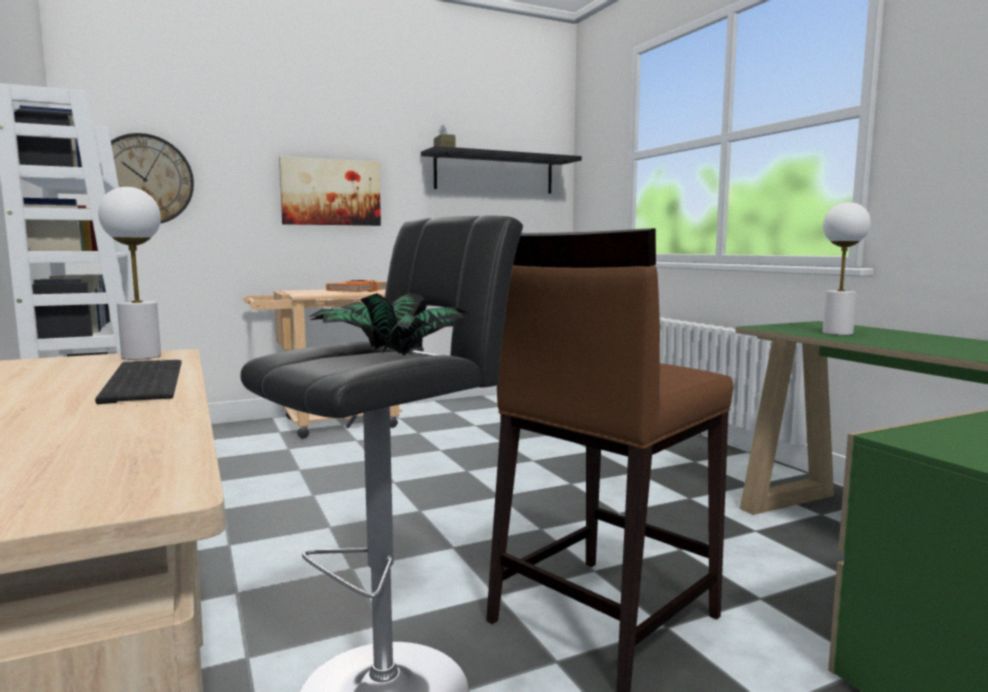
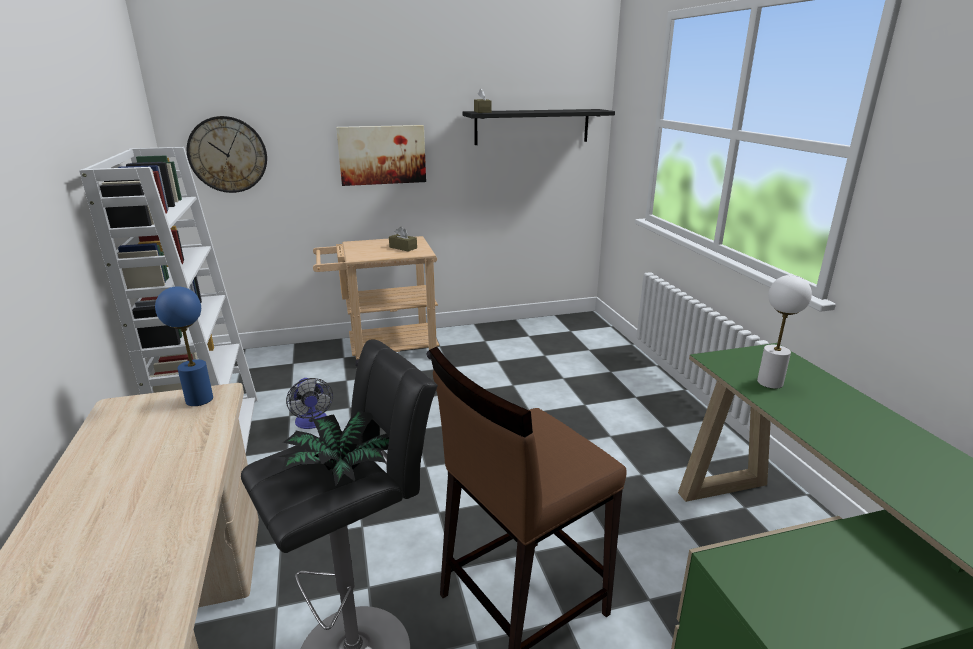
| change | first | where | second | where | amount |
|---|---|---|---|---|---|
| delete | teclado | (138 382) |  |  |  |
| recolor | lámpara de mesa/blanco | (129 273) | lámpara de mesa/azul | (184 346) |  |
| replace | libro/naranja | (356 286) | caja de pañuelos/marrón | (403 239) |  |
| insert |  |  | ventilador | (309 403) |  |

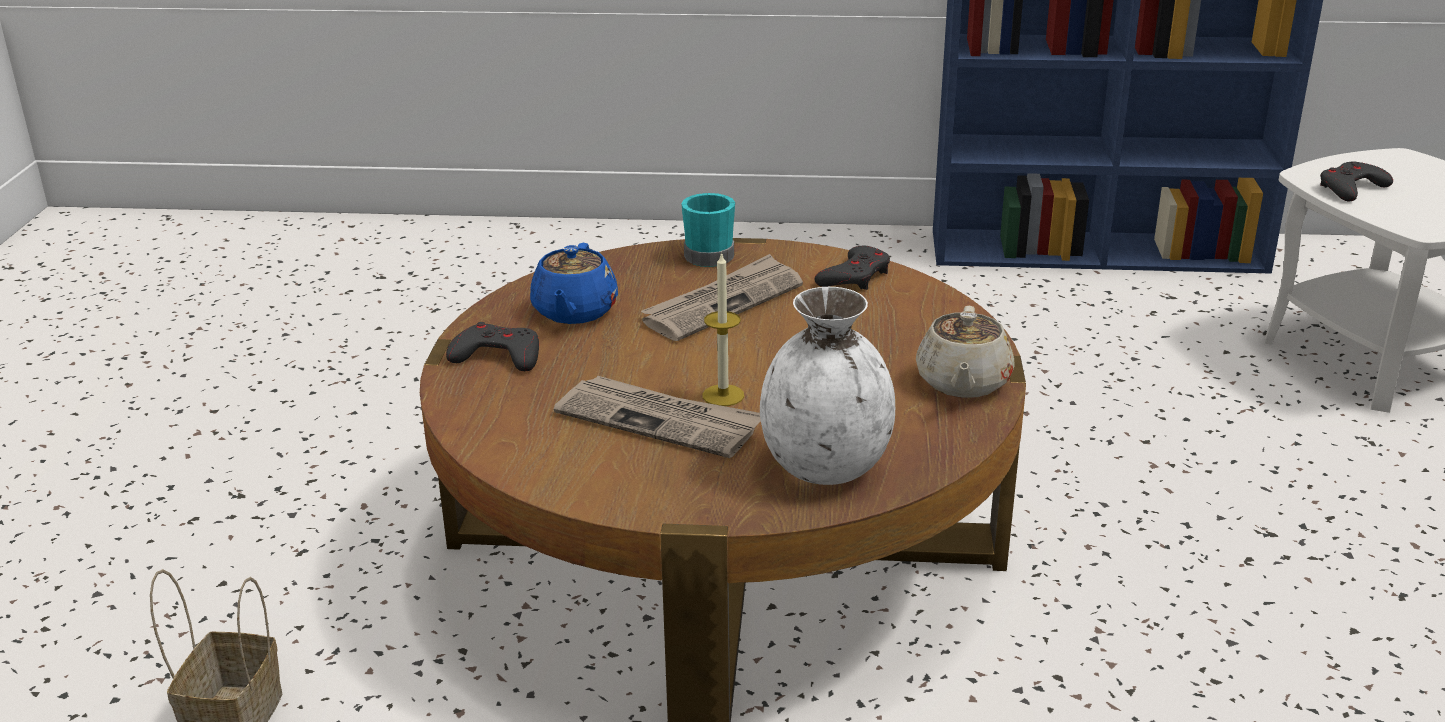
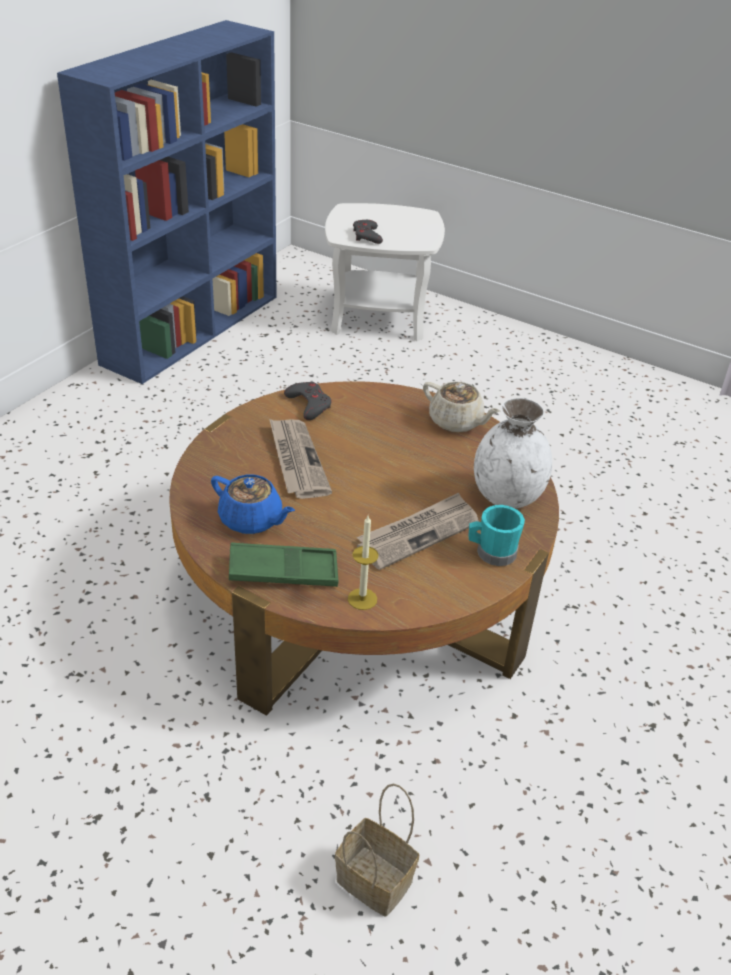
| change | first | where | second | where | amount |
|---|---|---|---|---|---|
| replace | mando de consola/gris | (492 346) | bandeja/verde | (284 564) |  |
| move | taza grande/turquesa | (708 230) |  | (497 535) |  |
| move | vela | (723 329) |  | (363 563) |  |

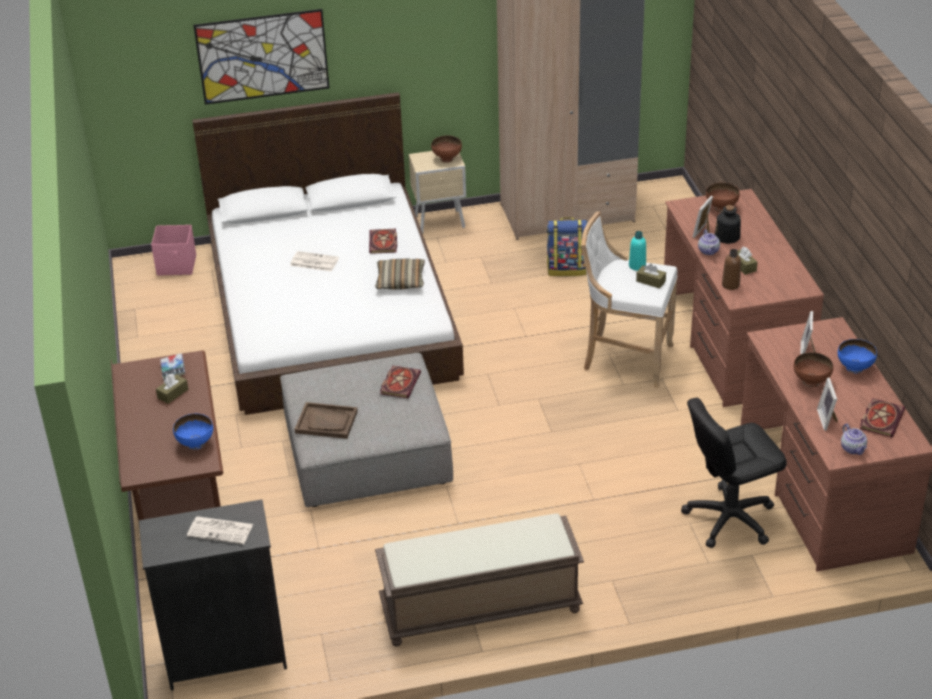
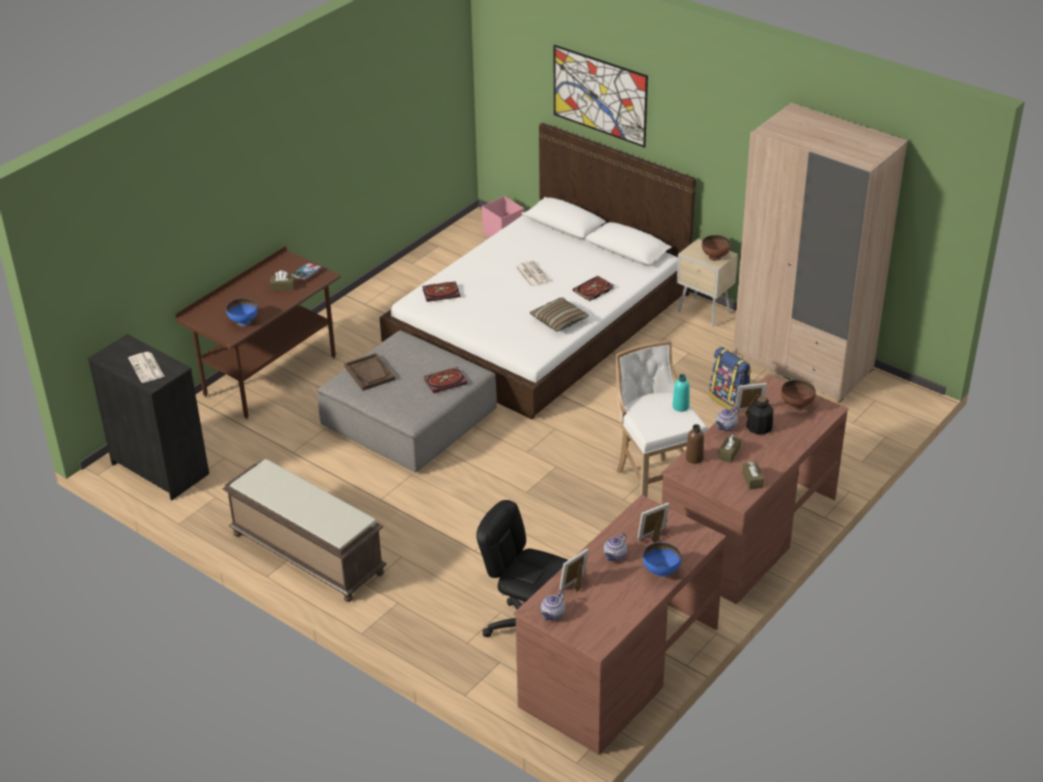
| change | first | where | second | where | amount |
|---|---|---|---|---|---|
| move | caja de pañuelos/marrón | (651 276) |  | (753 476) |  |
| replace | cuenco/marrón | (813 370) | tetera | (615 547) |  |
| move | libro | (882 418) |  | (441 291) |  |

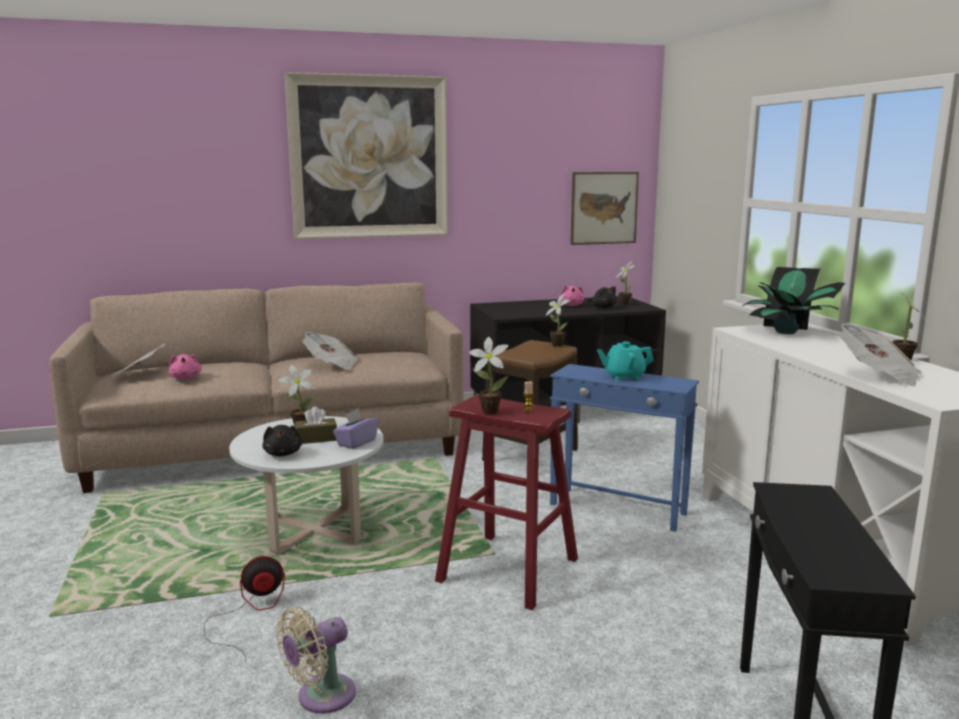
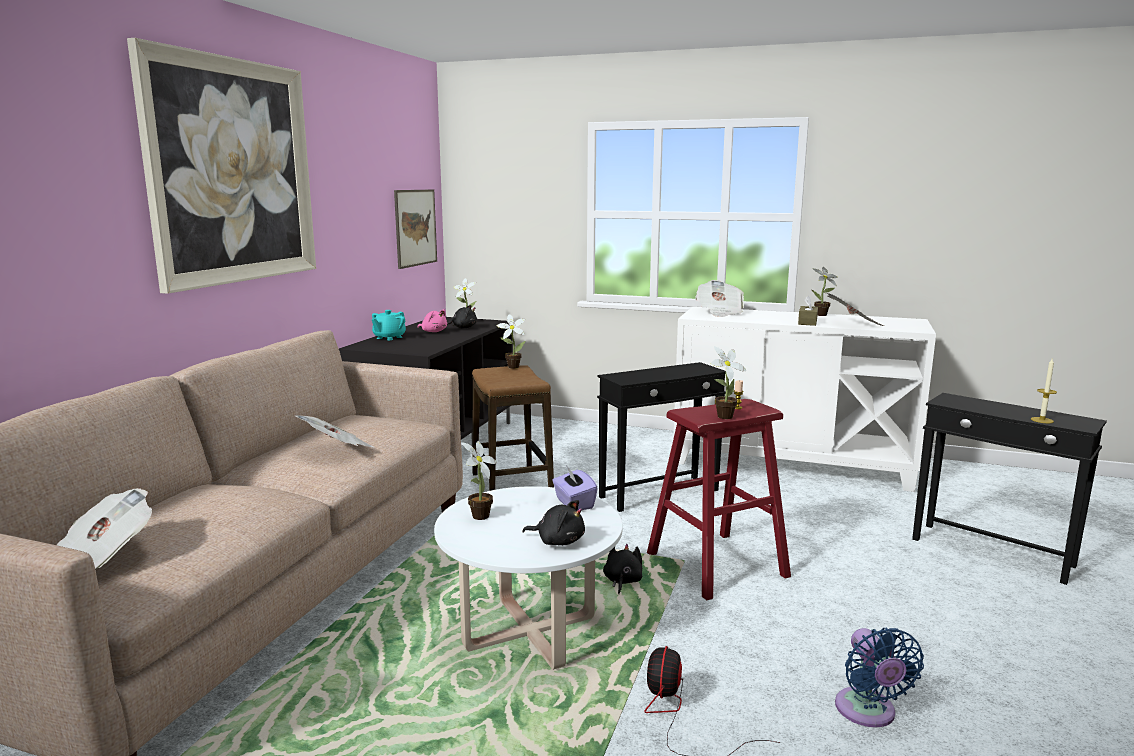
| change | first | where | second | where | amount |
|---|---|---|---|---|---|
| delete | peluche/rosa | (185 367) |  |  |  |
| recolor | ventilador/beis | (316 660) | ventilador/azul | (879 678) |  |
| move | caja de pañuelos/marrón | (316 425) |  | (808 310) |  |
| recolor | mesa auxiliar/azul | (624 448) | mesa auxiliar/negro | (661 437) |  |
| move | tetera/turquesa | (625 361) |  | (389 325) |  |
| replace | planta en maceta | (794 300) | periódico | (719 298) |  |
| insert |  |  | peluche/negro | (622 569) |  |
| insert |  |  | vela | (1044 391) |  |

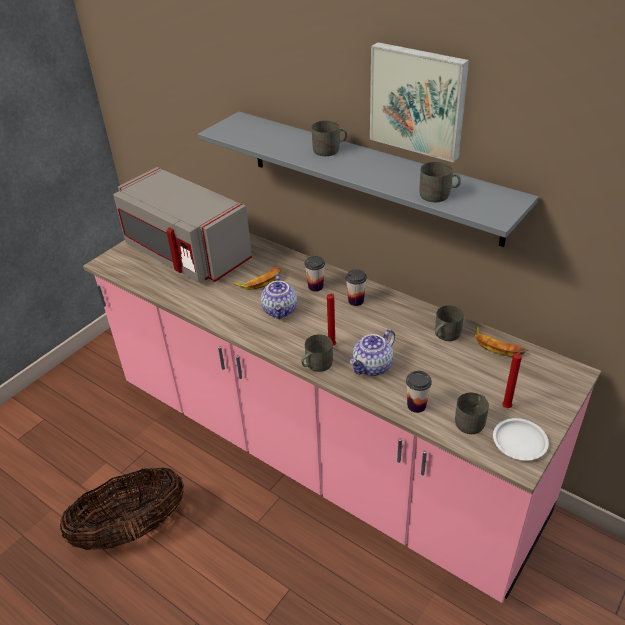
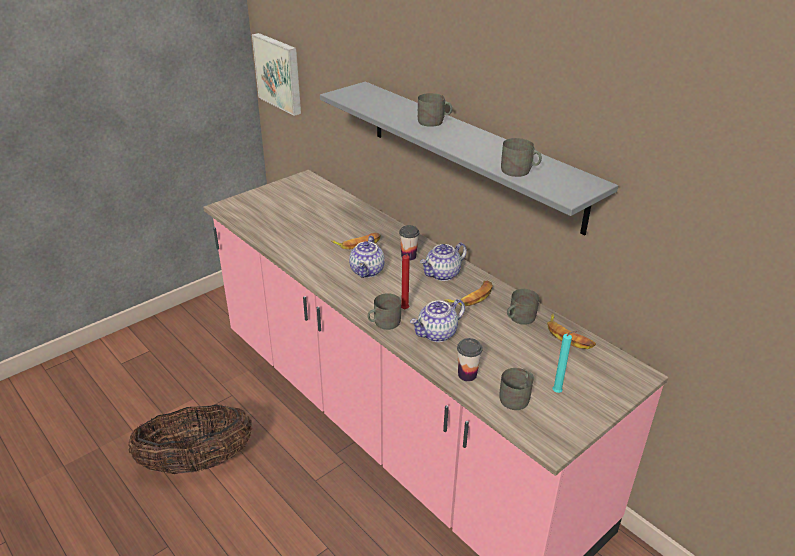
| change | first | where | second | where | amount |
|---|---|---|---|---|---|
| delete | microondas/gris | (182 224) |  |  |  |
| replace | taza | (356 287) | tetera | (443 261) |  |
| move | cuadro | (419 102) |  | (276 74) |  |
| delete | plato/blanco | (521 439) |  |  |  |
| recolor | vela/rojo | (515 379) | vela/turquesa | (565 362) |  |
| insert |  |  | plátano | (468 293) |  |

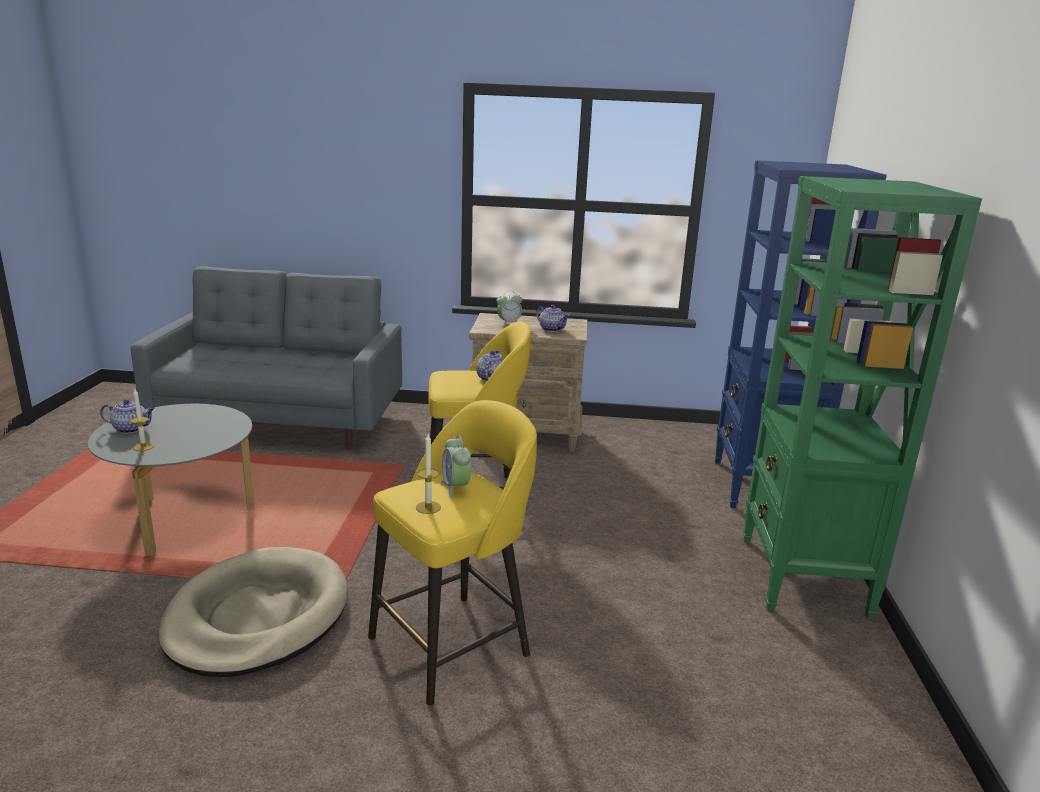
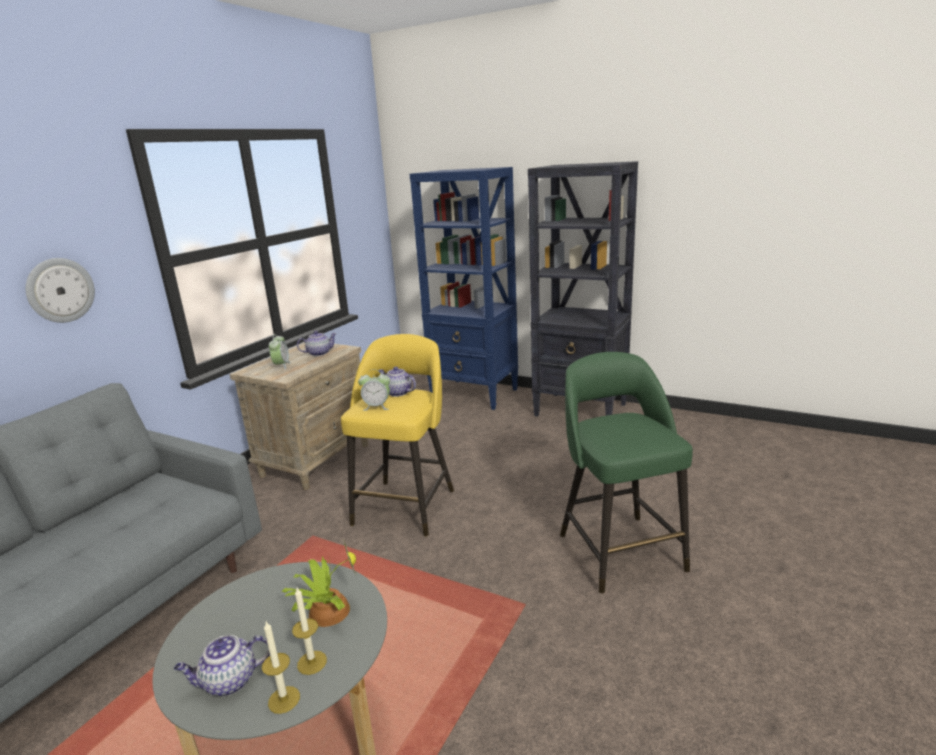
| change | first | where | second | where | amount |
|---|---|---|---|---|---|
| rotate | tetera | (127 416) |  | (222 665) | 135 degrees counterclockwise |
| delete | cama para perro/beis | (253 612) |  |  |  |
| recolor | taburete/amarillo | (452 553) | taburete/verde | (626 473) |  |
| move | vela | (428 474) |  | (281 668) |  |
| move | despertador | (456 466) |  | (374 390) |  |
| recolor | estantería/verde | (862 398) | estantería/negro | (583 289) |  |
| insert |  |  | reloj de pared | (60 290) |  |
| insert |  |  | planta en maceta | (319 584) |  |

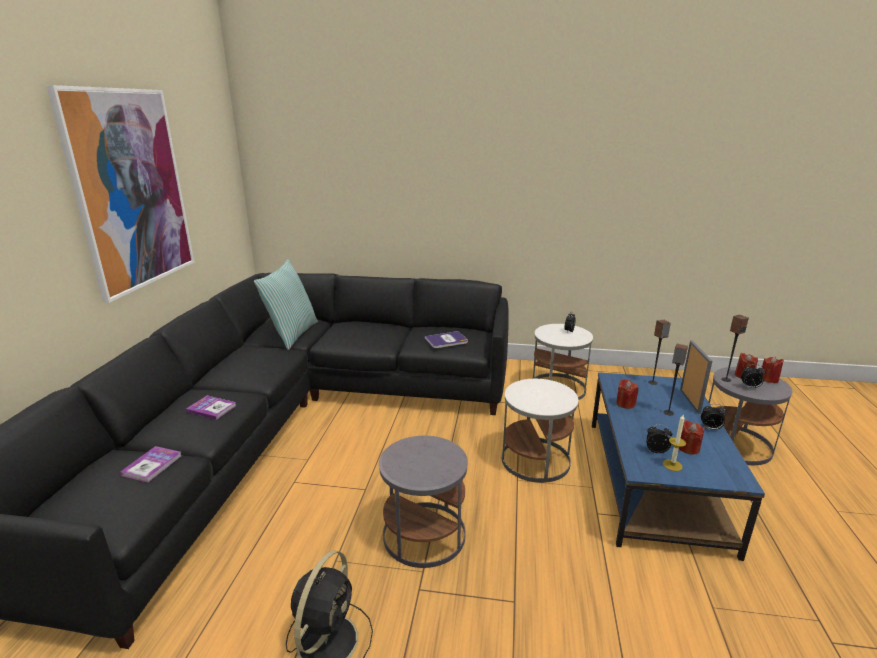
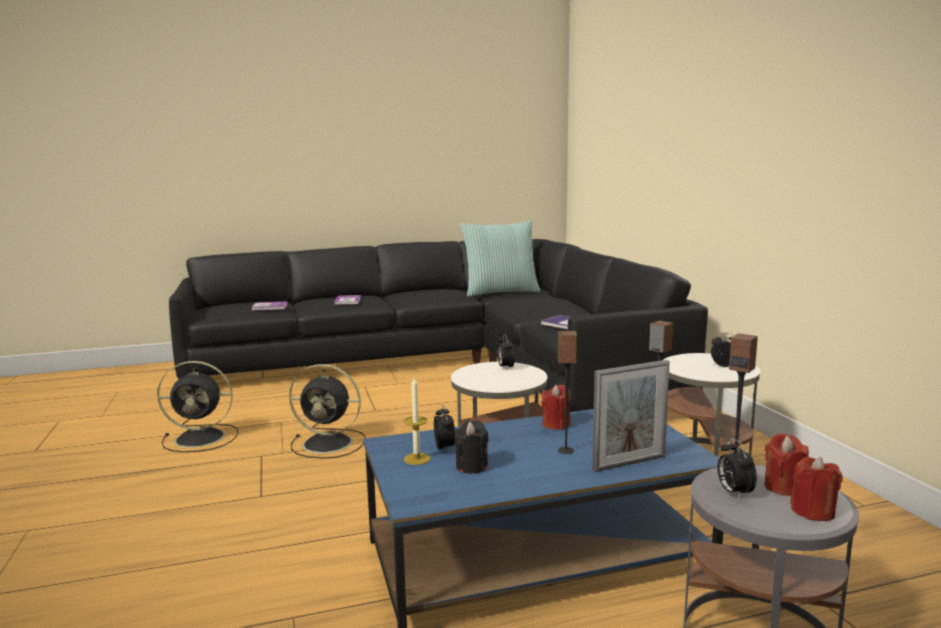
| change | first | where | second | where | amount |
|---|---|---|---|---|---|
| delete | cuadro | (120 194) |  |  |  |
| replace | mesa auxiliar/gris | (423 502) | ventilador/negro | (327 411) |  |
| recolor | vela/rojo | (691 437) | vela/negro | (471 447) |  |
| move | despertador | (714 417) |  | (506 352) |  |

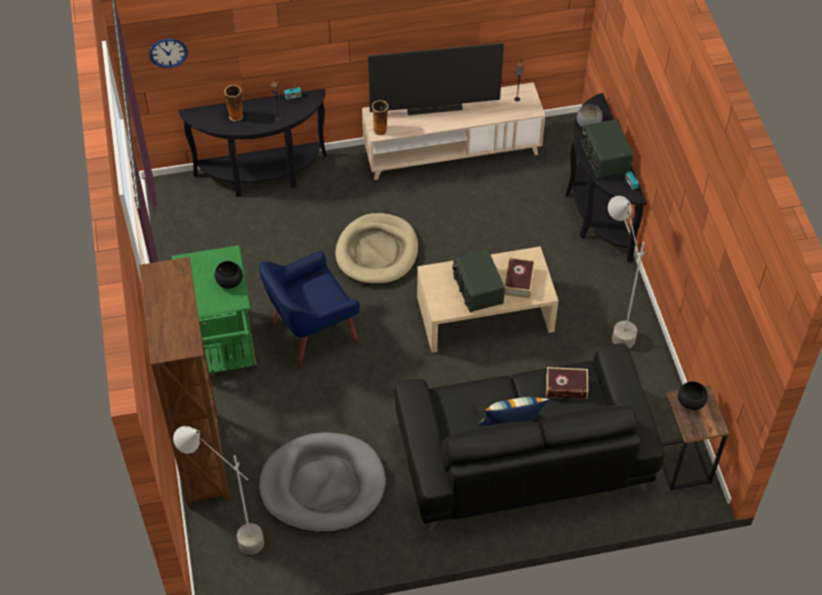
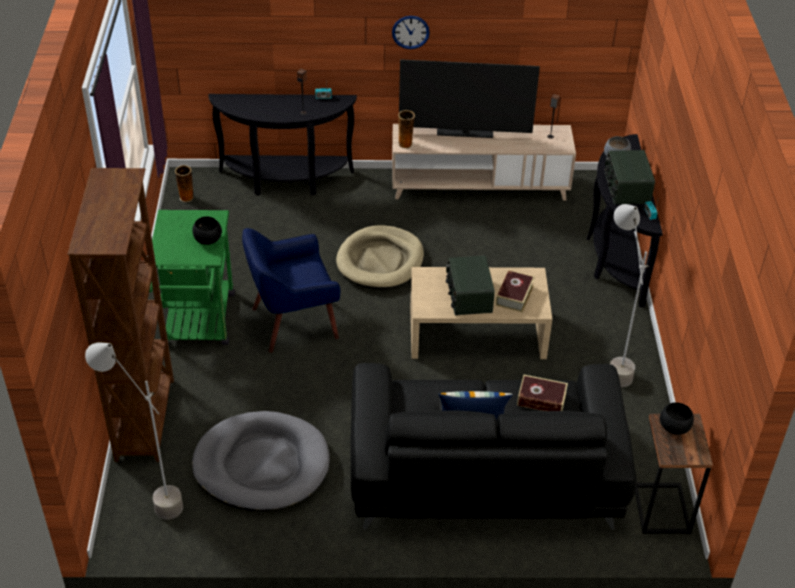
| change | first | where | second | where | amount |
|---|---|---|---|---|---|
| move | reloj de pared | (168 53) |  | (411 32) |  |
| move | florero | (233 103) |  | (184 183) |  |

